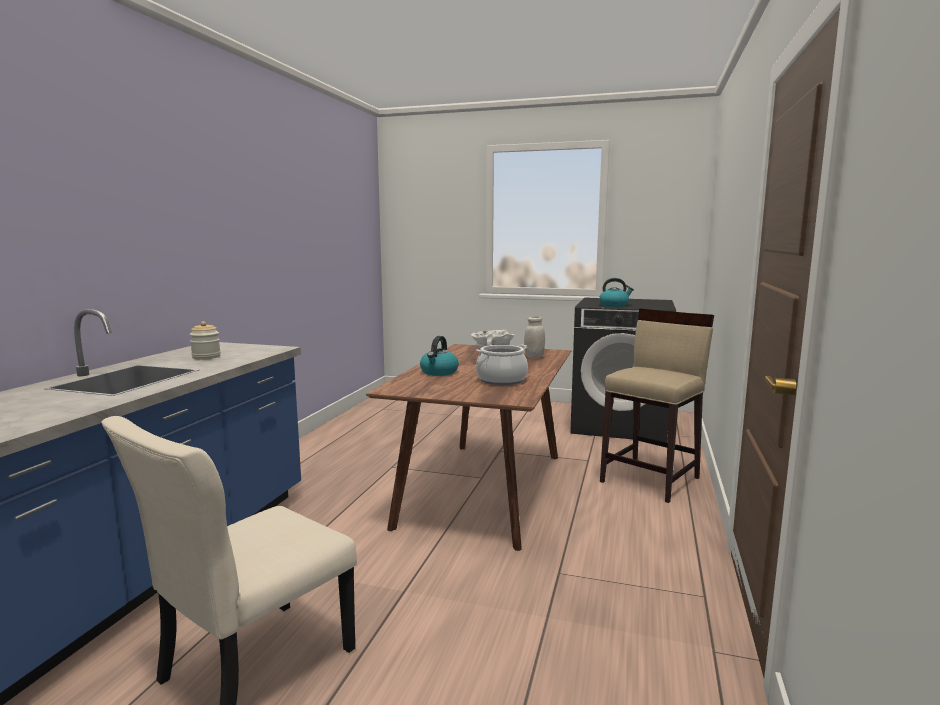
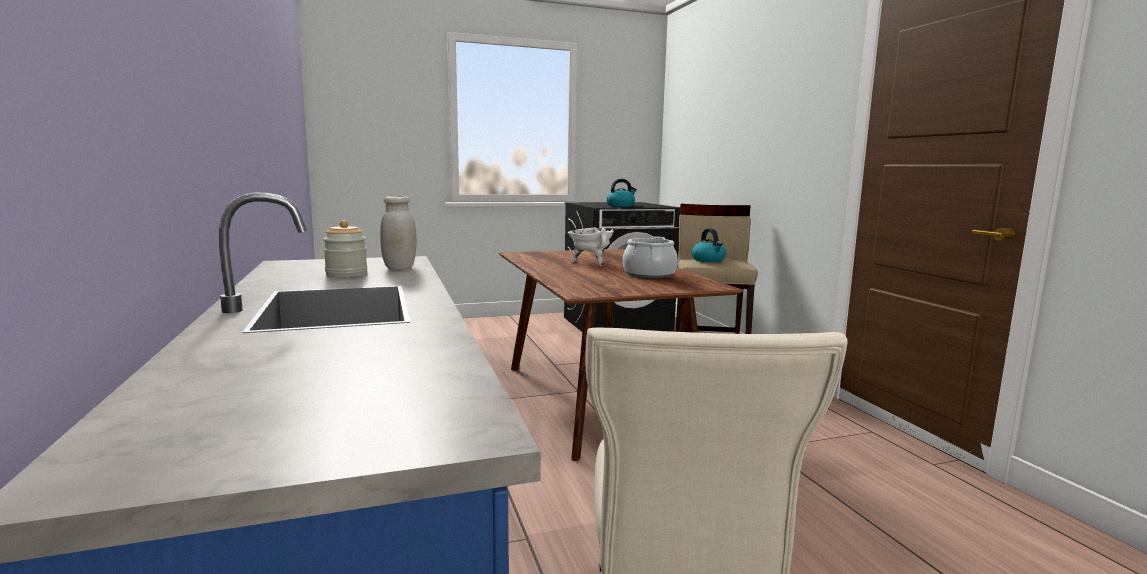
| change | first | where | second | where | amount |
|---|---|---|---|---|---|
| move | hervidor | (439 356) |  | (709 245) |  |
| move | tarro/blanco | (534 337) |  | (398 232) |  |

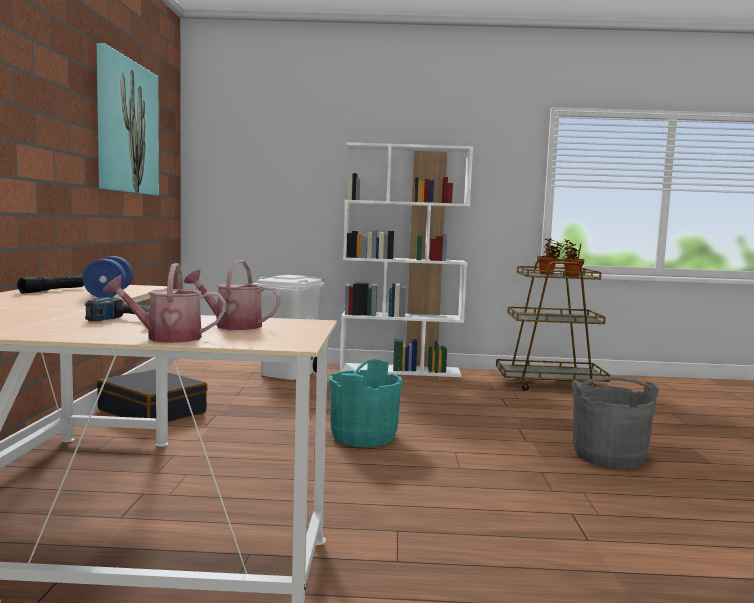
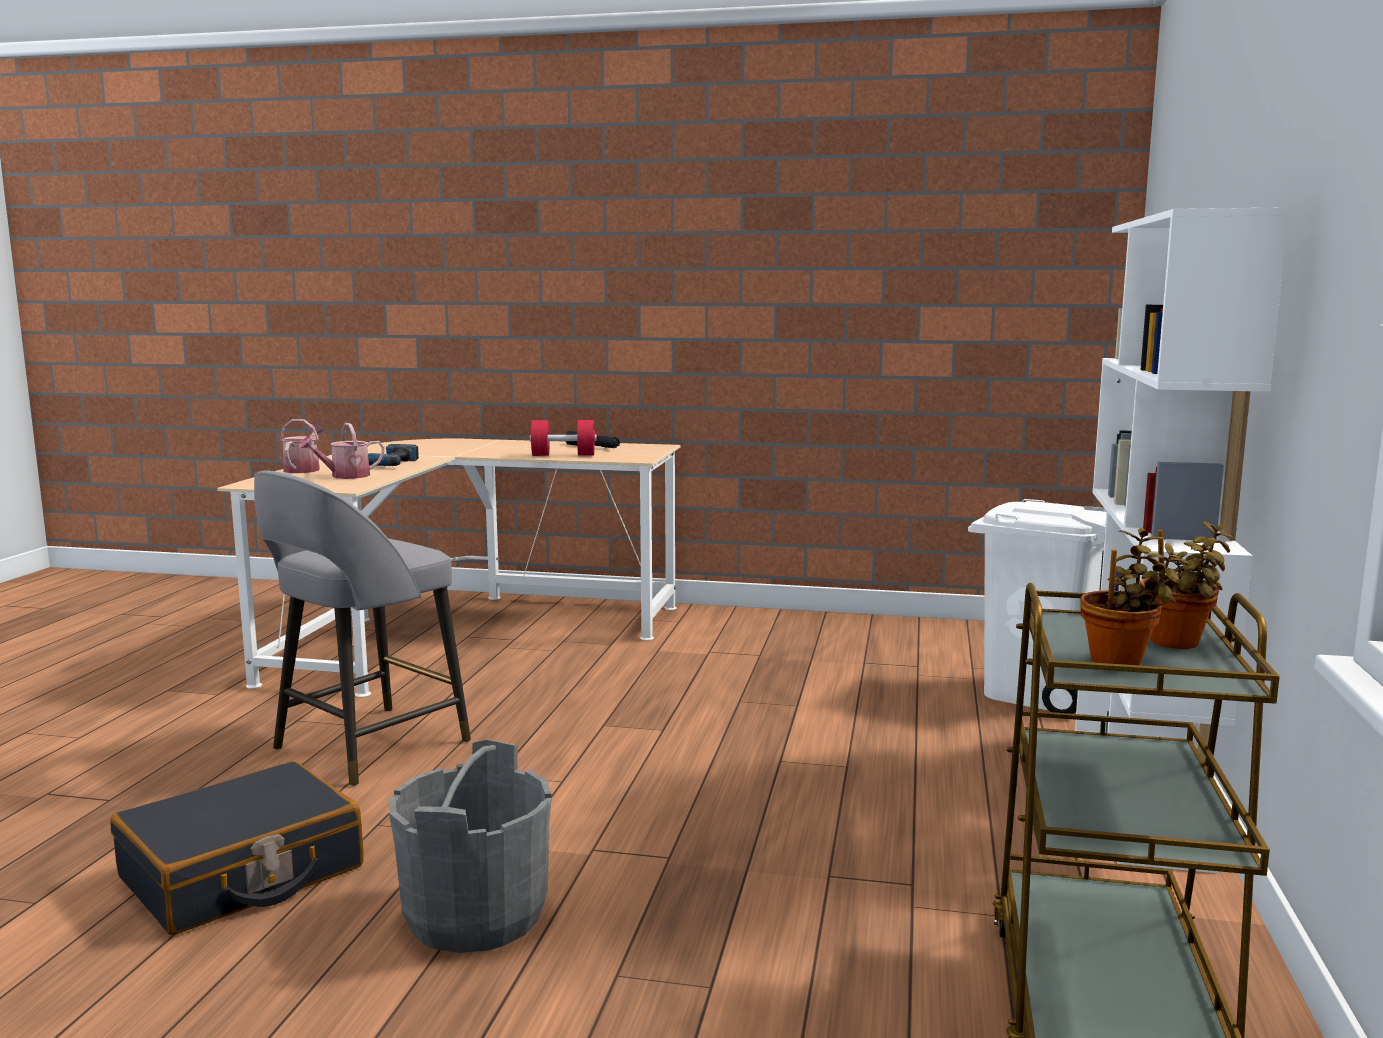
| change | first | where | second | where | amount |
|---|---|---|---|---|---|
| recolor | mancuerna/azul | (108 277) | mancuerna/rojo | (563 438) |  |
| delete | cuadro | (128 119) |  |  |  |
| move | maleta/negro | (152 395) |  | (237 848) |  |
| rotate | regadera | (232 295) |  | (342 451) | 150 degrees counterclockwise |
| delete | cubo/turquesa | (365 403) |  |  |  |
| insert |  |  | taburete/gris | (362 628) |  |

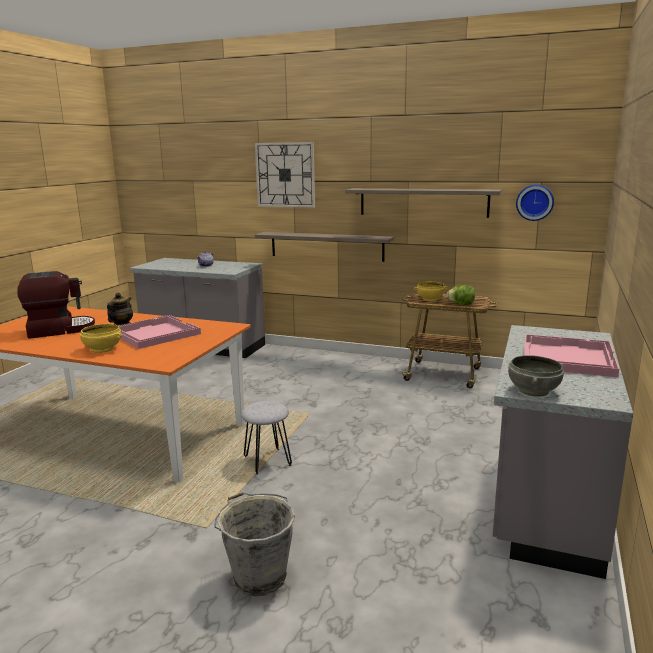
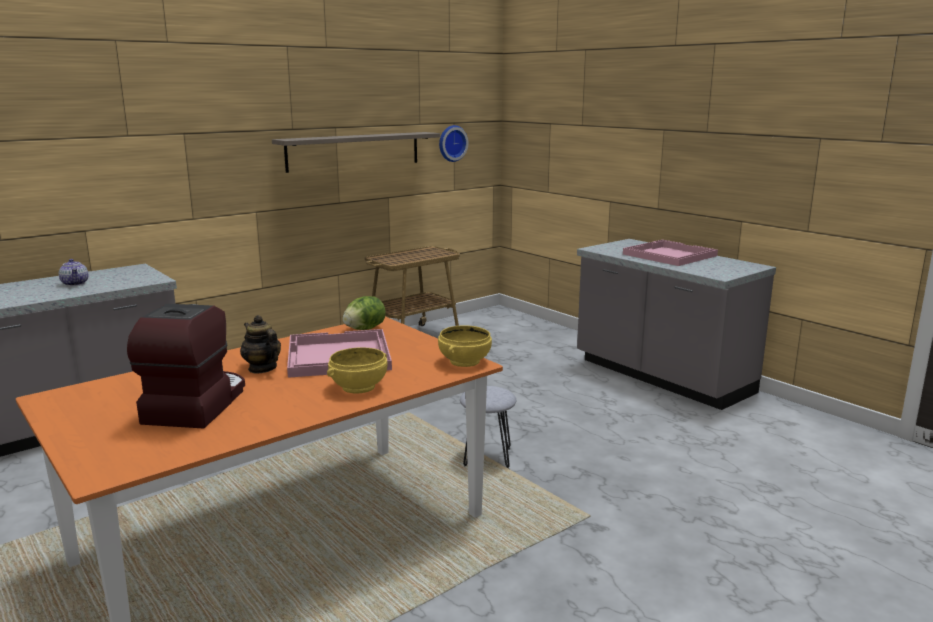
| change | first | where | second | where | amount |
|---|---|---|---|---|---|
| delete | cubo/gris | (254 544) |  |  |  |
| delete | reloj de pared | (285 175) |  |  |  |
| delete | estante | (324 247) |  |  |  |
| move | cuenco/amarillo | (431 291) |  | (465 346) |  |
| move | lechuga | (461 295) |  | (364 313) |  |
| delete | cuenco/gris | (536 375) |  |  |  |

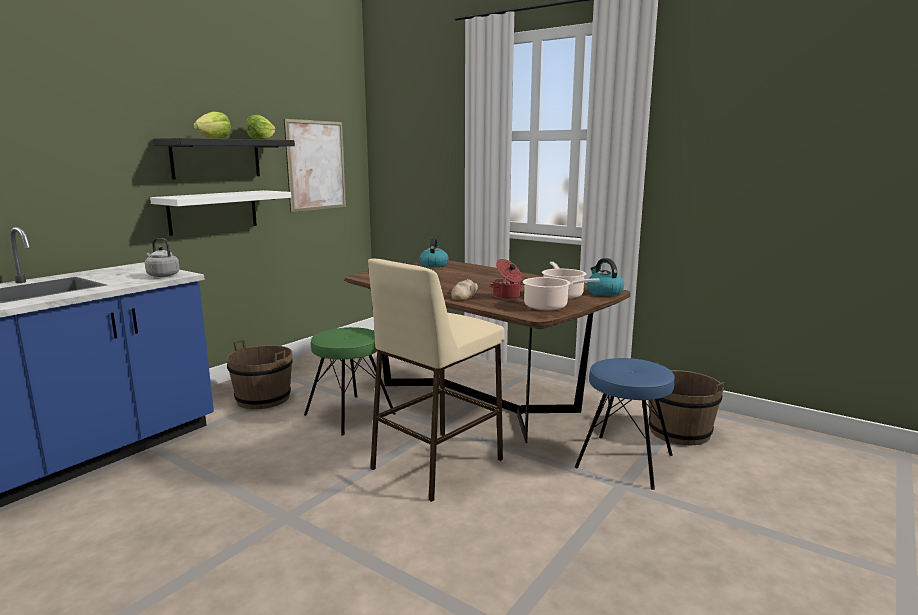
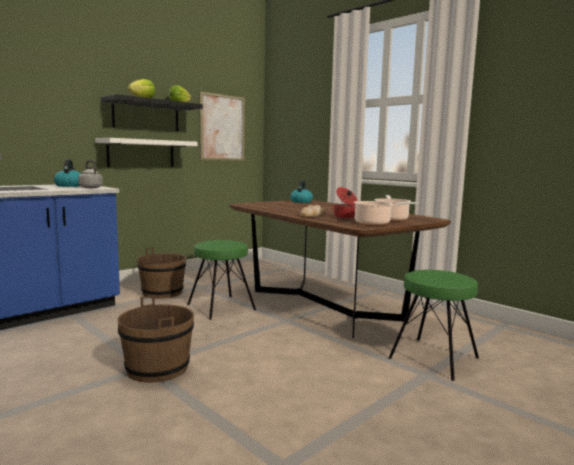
| change | first | where | second | where | amount |
|---|---|---|---|---|---|
| delete | taburete/beis | (436 380) |  |  |  |
| recolor | taburete/azul | (625 424) | taburete/verde | (433 325) |  |
| move | hervidor | (605 277) |  | (67 173) |  |
| move | cubo/marrón | (687 403) |  | (155 339) |  |

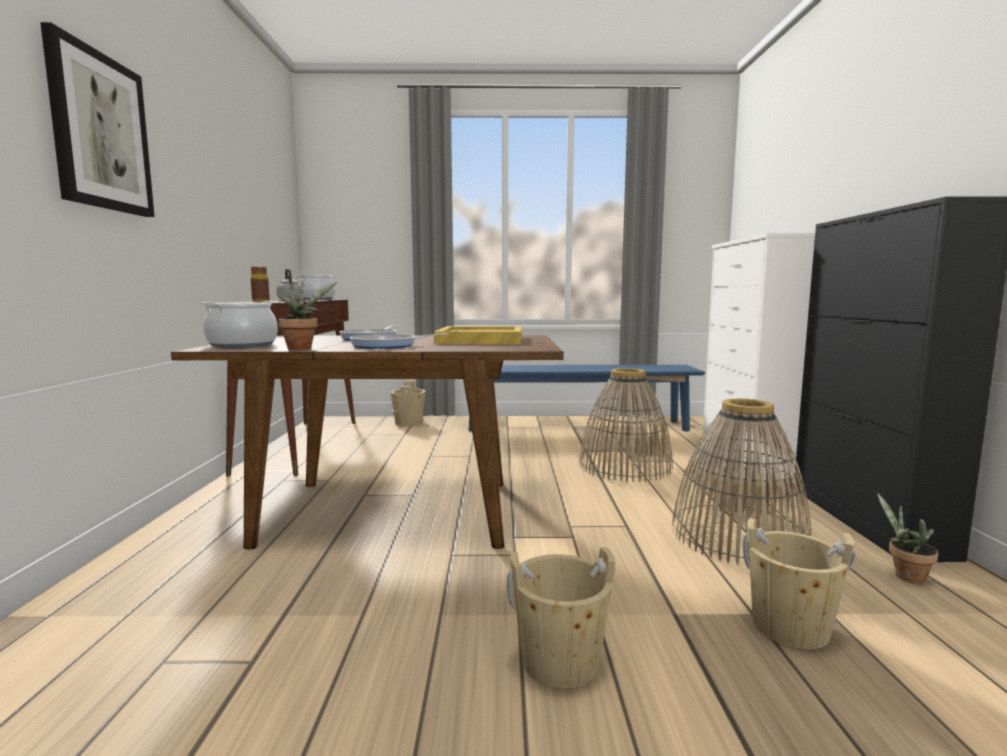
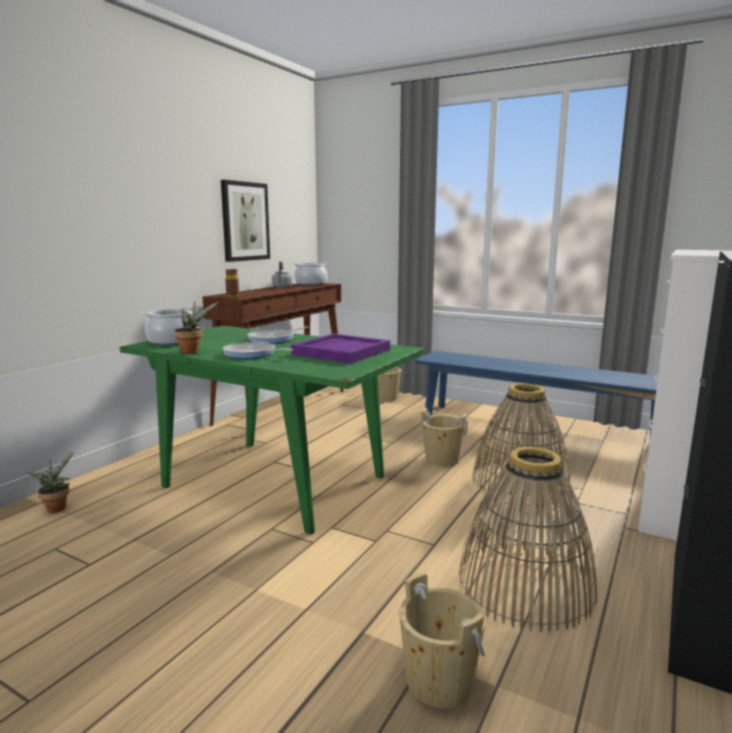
| change | first | where | second | where | amount |
|---|---|---|---|---|---|
| move | cuadro | (97 119) |  | (245 221) |  |
| recolor | mesa de comedor/marrón | (367 442) | mesa de comedor/verde | (272 430) |  |
| recolor | bandeja/amarillo | (478 335) | bandeja/morado | (340 349) |  |
| move | cubo/beis | (561 618) |  | (444 437) |  |
| move | planta en maceta | (907 538) |  | (51 482) |  |

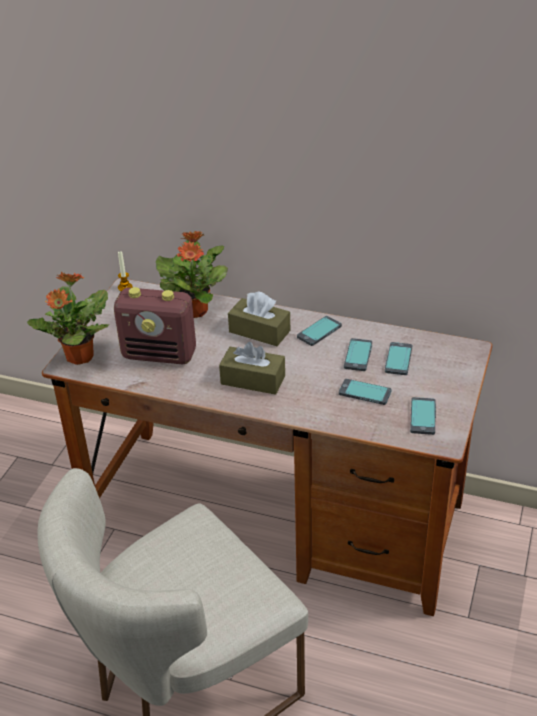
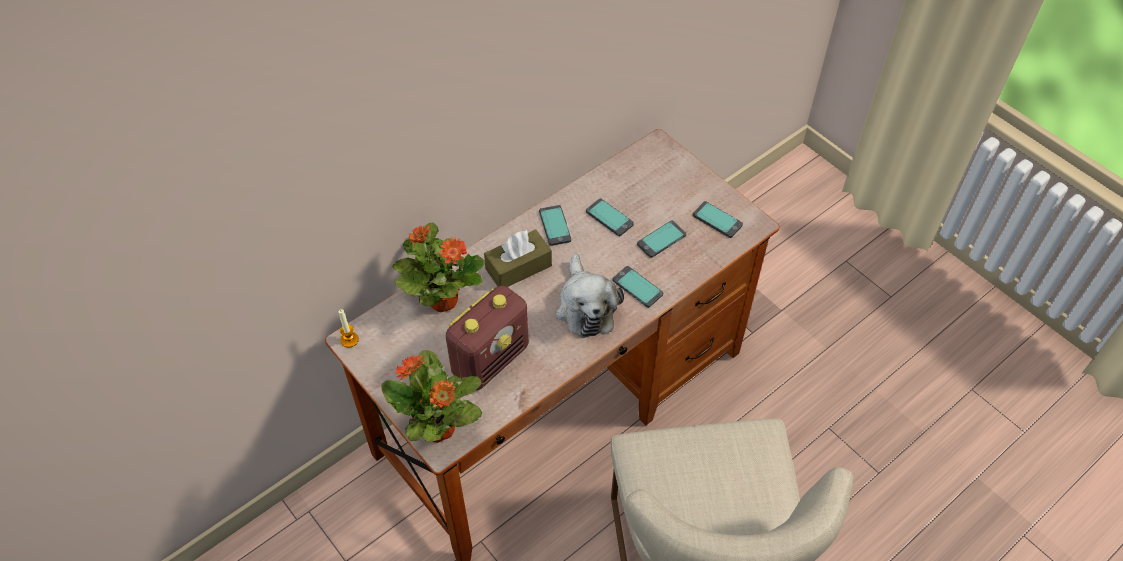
| change | first | where | second | where | amount |
|---|---|---|---|---|---|
| replace | caja de pañuelos/marrón | (252 368) | peluche | (590 296) |  |
| move | móvil | (398 358) |  | (638 287) |  |

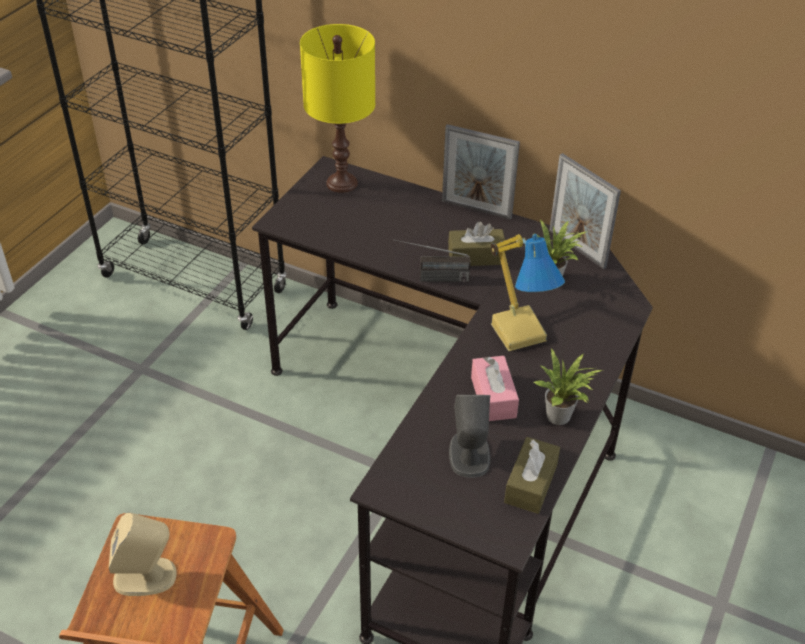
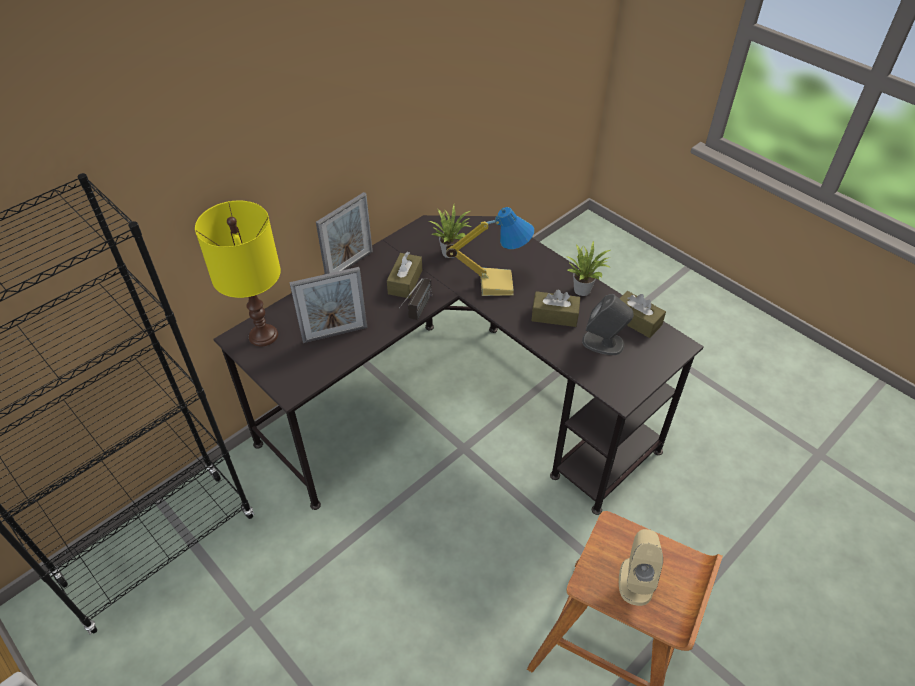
| change | first | where | second | where | amount |
|---|---|---|---|---|---|
| recolor | caja de pañuelos/rosa | (495 388) | caja de pañuelos/marrón | (556 308) |  |
| move | portarretratos | (585 211) |  | (328 305) |  |

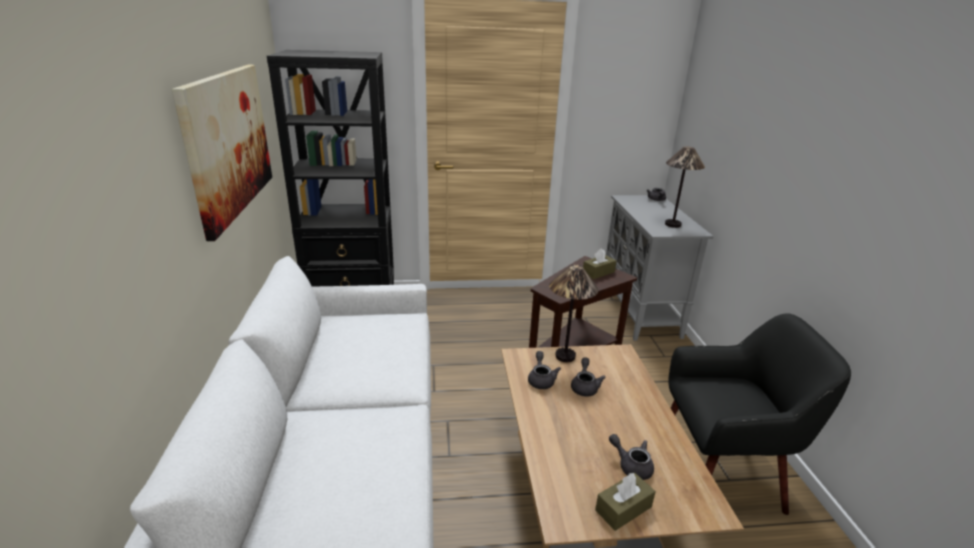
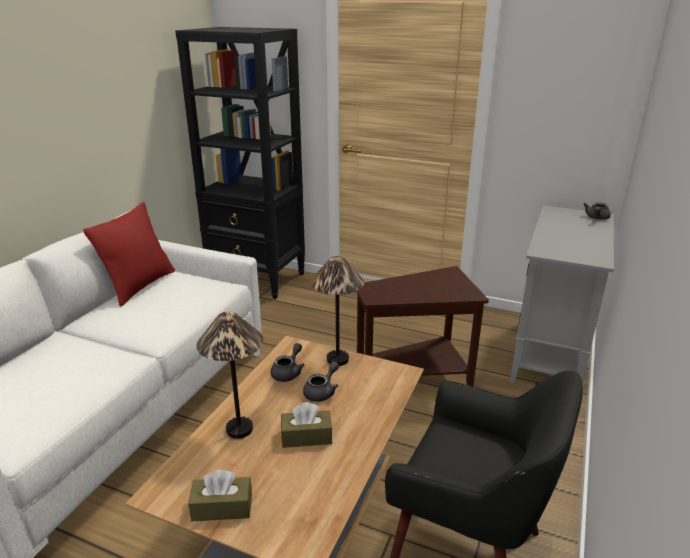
| change | first | where | second | where | amount |
|---|---|---|---|---|---|
| delete | cuadro | (222 153) |  |  |  |
| move | caja de pañuelos/marrón | (600 263) |  | (306 425) |  |
| delete | tetera/gris | (631 457) |  |  |  |
| move | lámpara de mesa | (685 187) |  | (230 375) |  |
| insert |  |  | cojín/rojo | (129 254) |  |

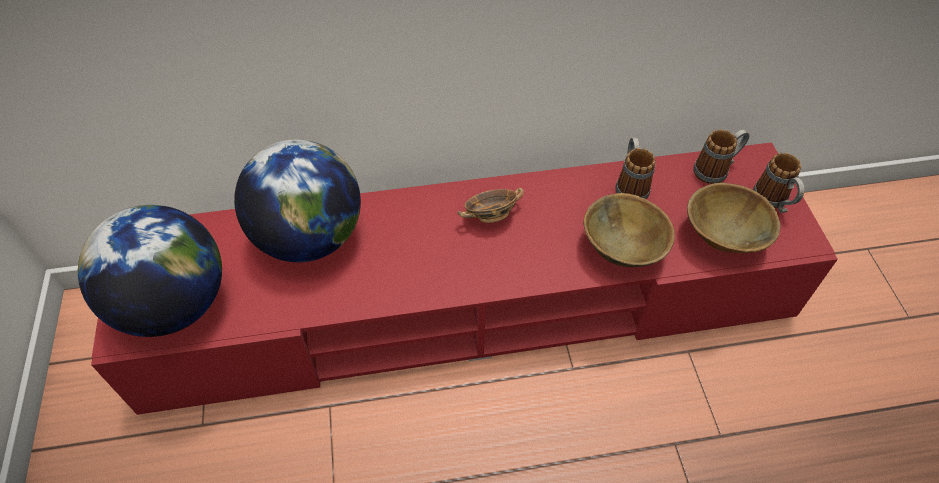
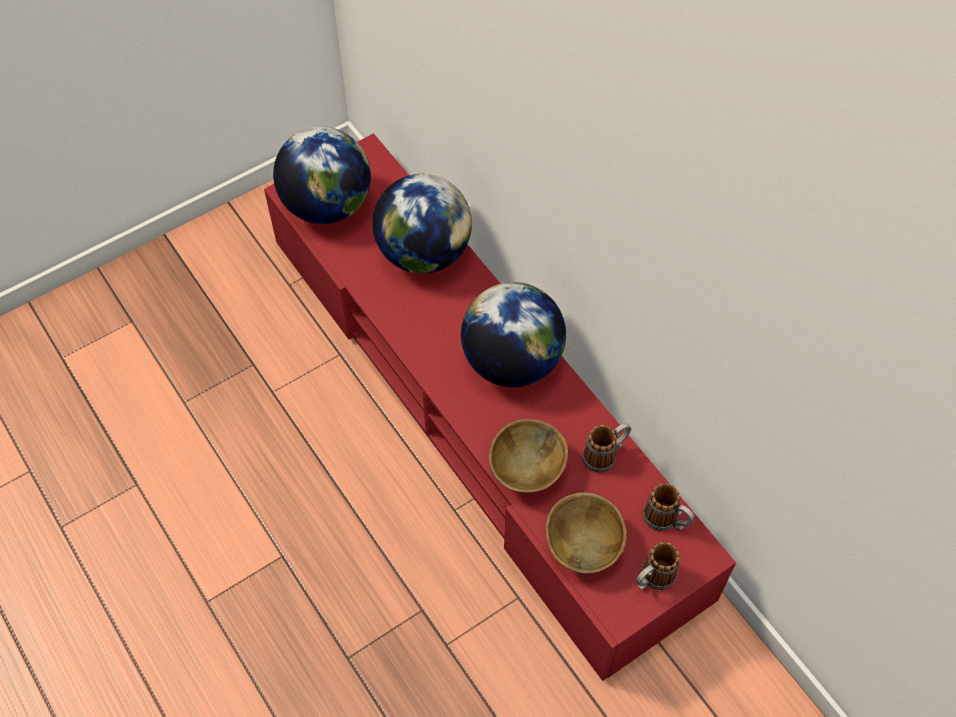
| change | first | where | second | where | amount |
|---|---|---|---|---|---|
| replace | cuenco | (490 205) | globo terráqueo | (513 334) |  |

